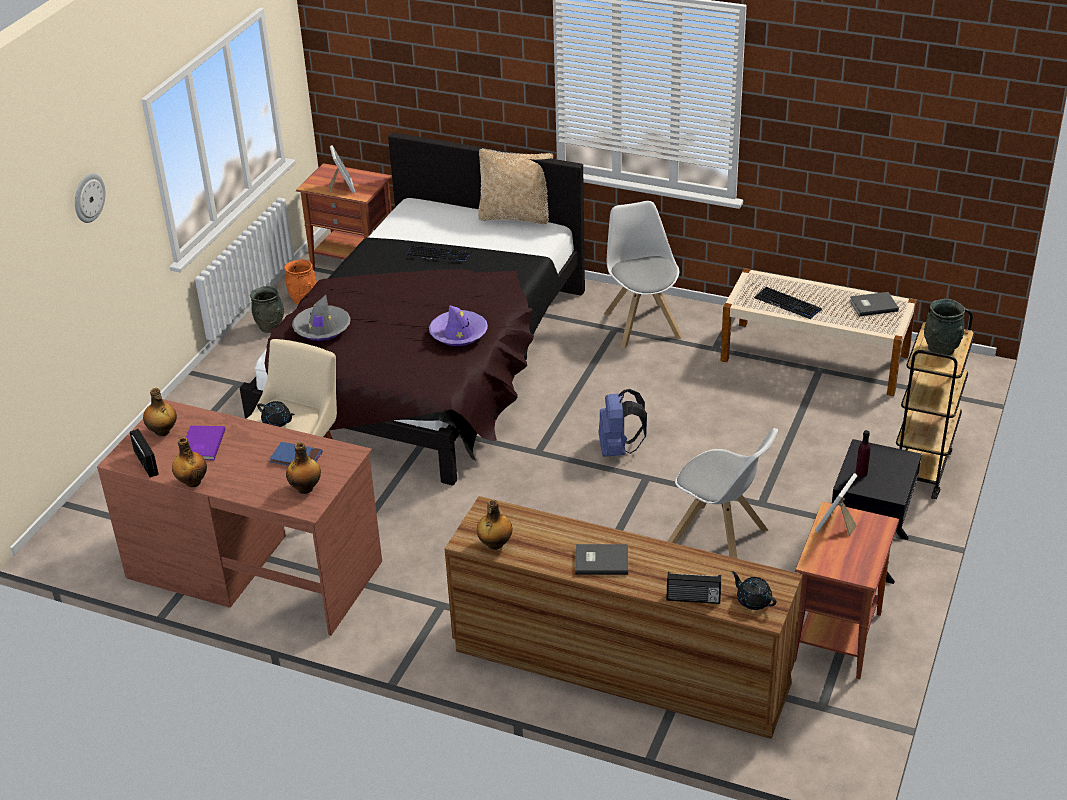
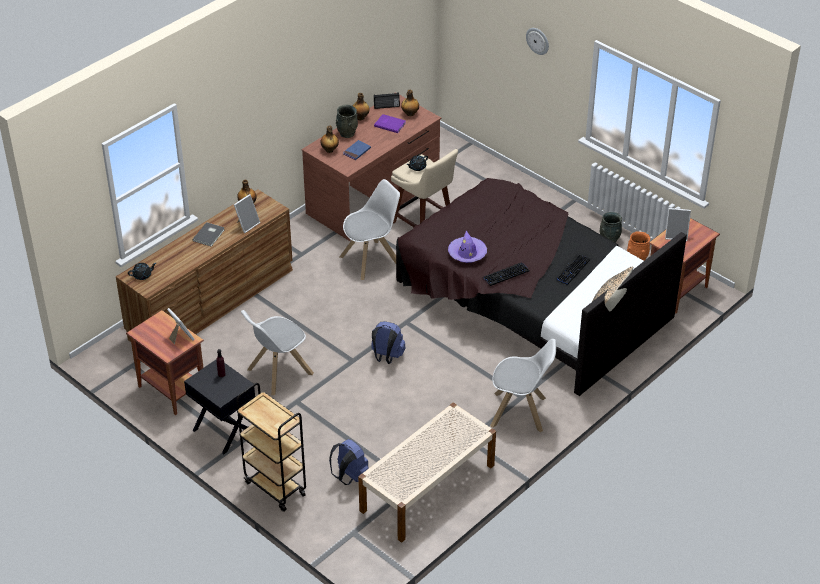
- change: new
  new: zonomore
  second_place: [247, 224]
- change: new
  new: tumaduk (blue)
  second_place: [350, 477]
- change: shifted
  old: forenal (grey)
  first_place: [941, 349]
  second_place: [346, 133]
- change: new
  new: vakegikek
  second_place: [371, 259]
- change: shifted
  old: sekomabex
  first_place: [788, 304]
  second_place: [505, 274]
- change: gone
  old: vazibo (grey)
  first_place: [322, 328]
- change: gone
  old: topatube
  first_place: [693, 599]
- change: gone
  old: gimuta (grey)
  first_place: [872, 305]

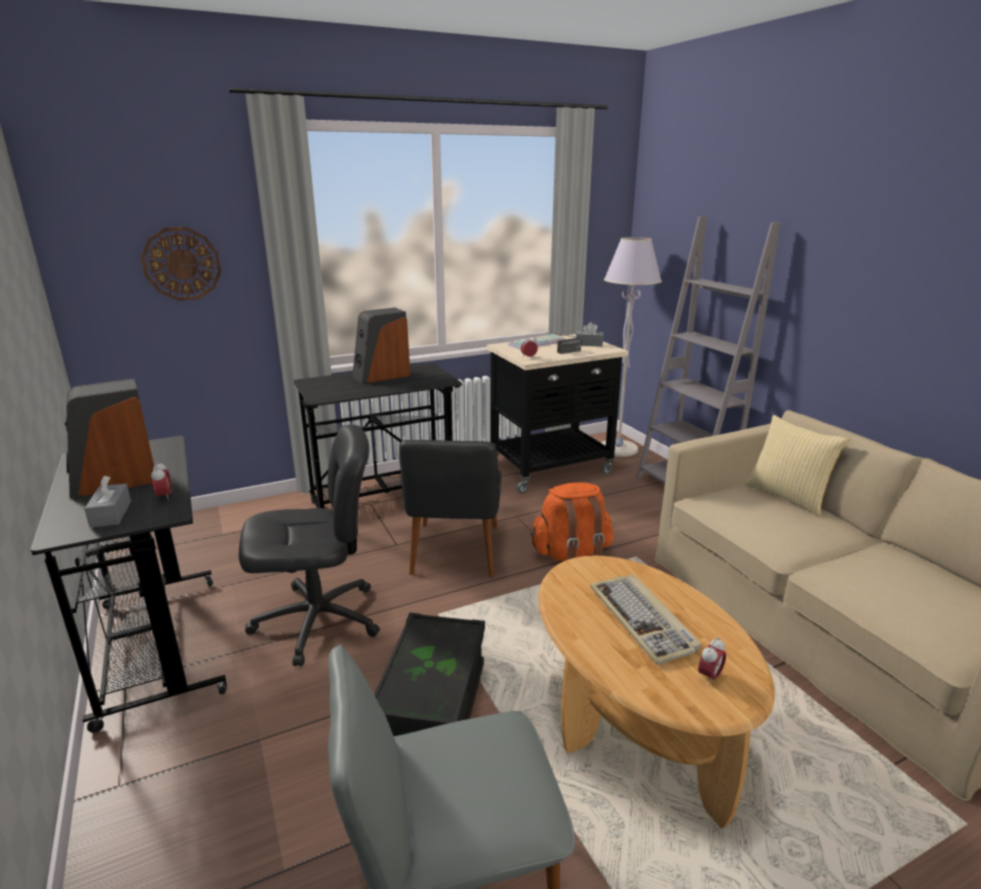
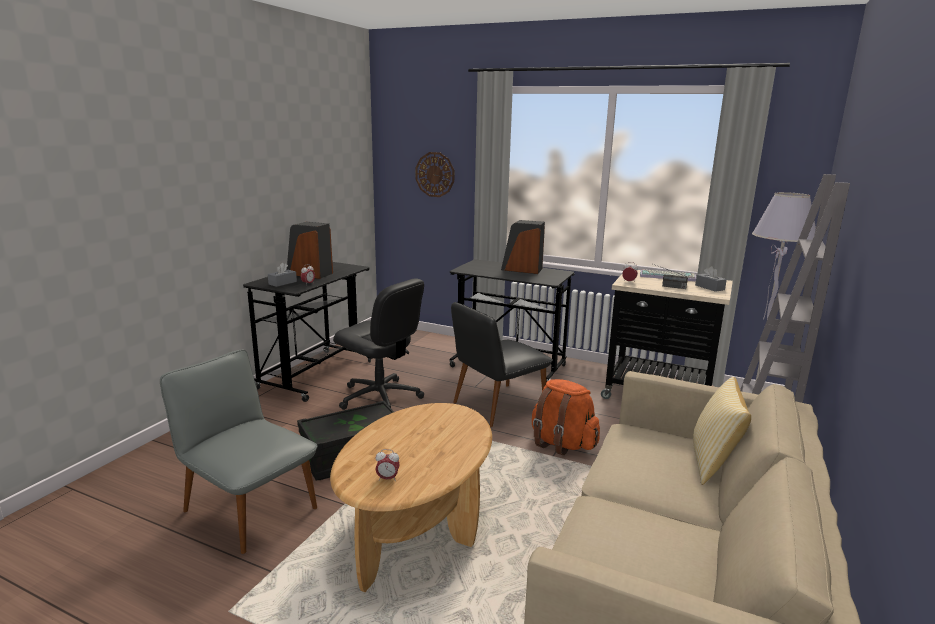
- change: gone
  old: sekomabex
  first_place: [643, 620]

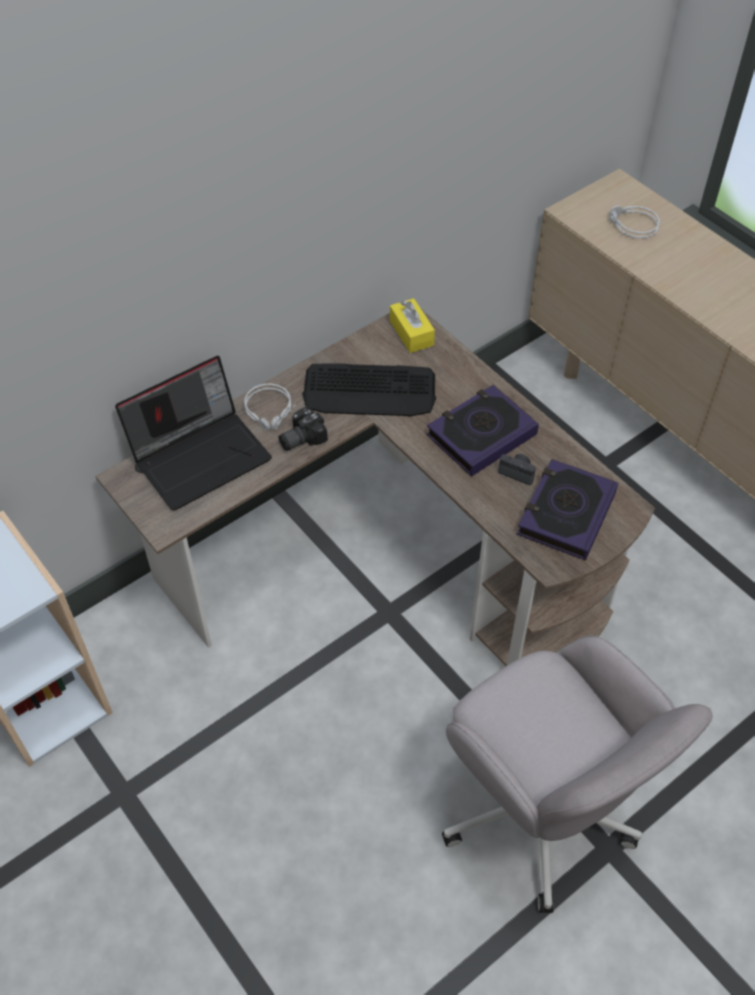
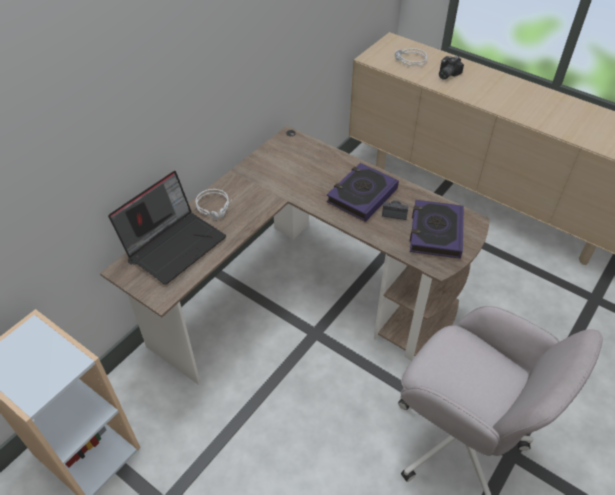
- change: shifted
  old: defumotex
  first_place: [300, 438]
  second_place: [446, 74]
- change: gone
  old: sekomabex
  first_place: [370, 391]
- change: gone
  old: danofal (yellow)
  first_place: [411, 333]

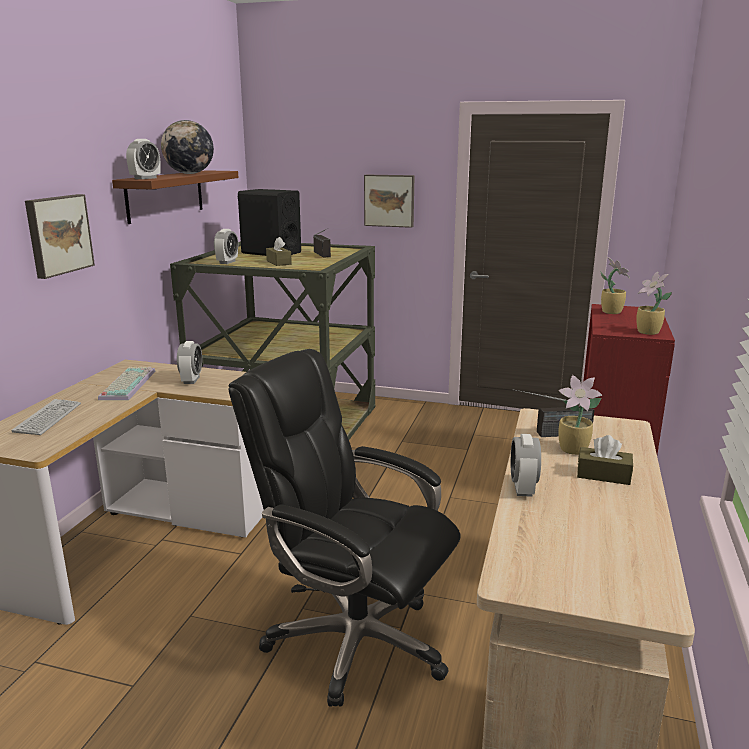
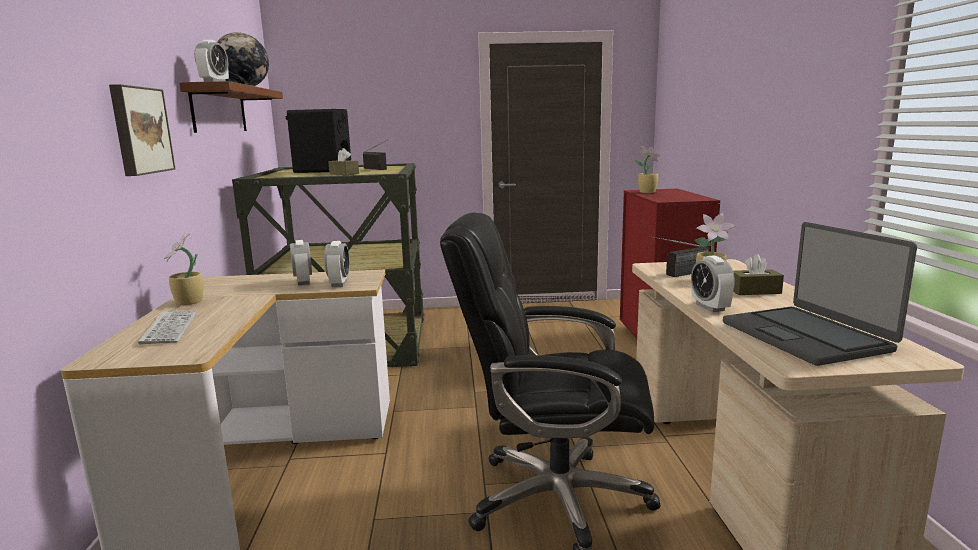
- change: shifted
  old: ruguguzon
  first_place: [648, 332]
  second_place: [189, 302]
- change: shifted
  old: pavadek
  first_place: [227, 262]
  second_place: [339, 283]
- change: new
  new: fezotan
  second_place: [805, 336]
- change: gone
  old: sekomabex
  first_place: [127, 384]
- change: gone
  old: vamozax
  first_place: [389, 200]

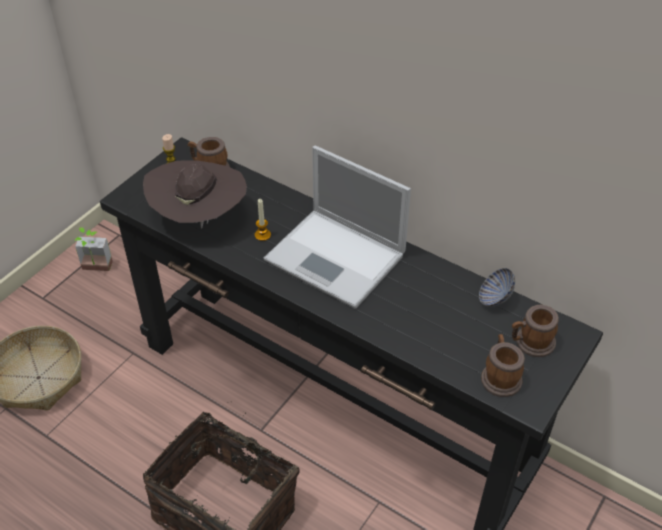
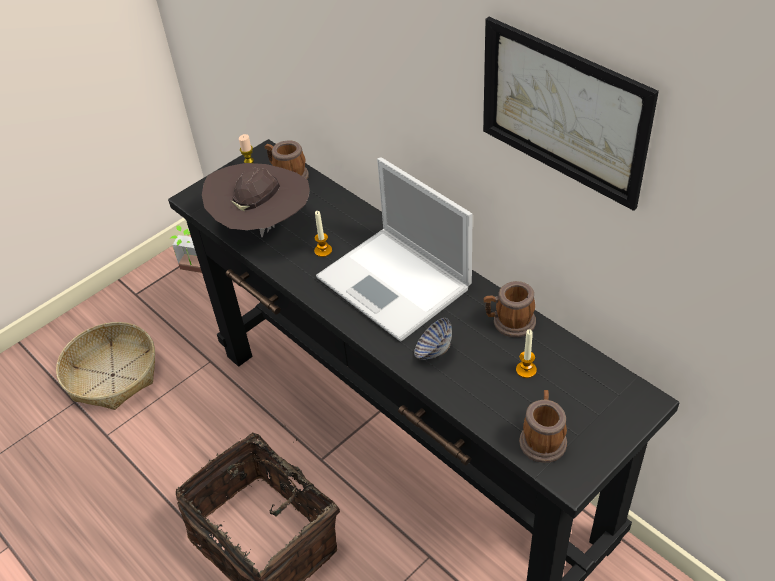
- change: shifted
  old: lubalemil
  first_place: [494, 298]
  second_place: [433, 351]
- change: new
  new: vamozax
  second_place: [563, 111]
- change: shifted
  old: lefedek
  first_place: [530, 343]
  second_place: [509, 322]
- change: new
  new: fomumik
  second_place: [526, 370]

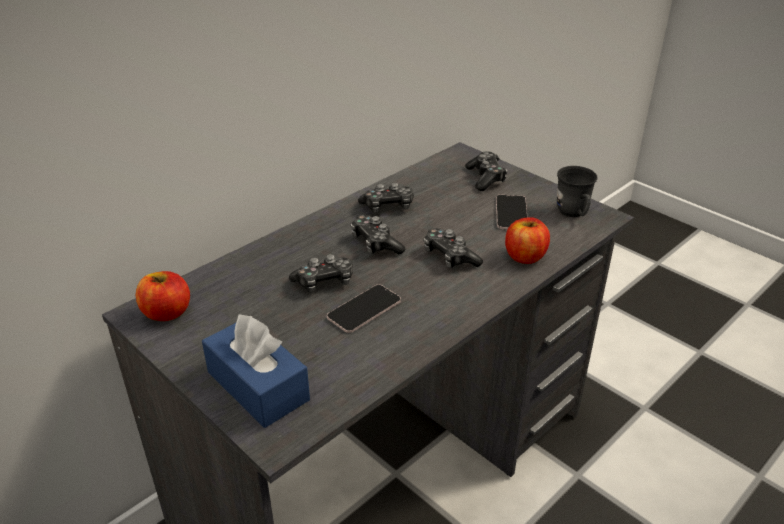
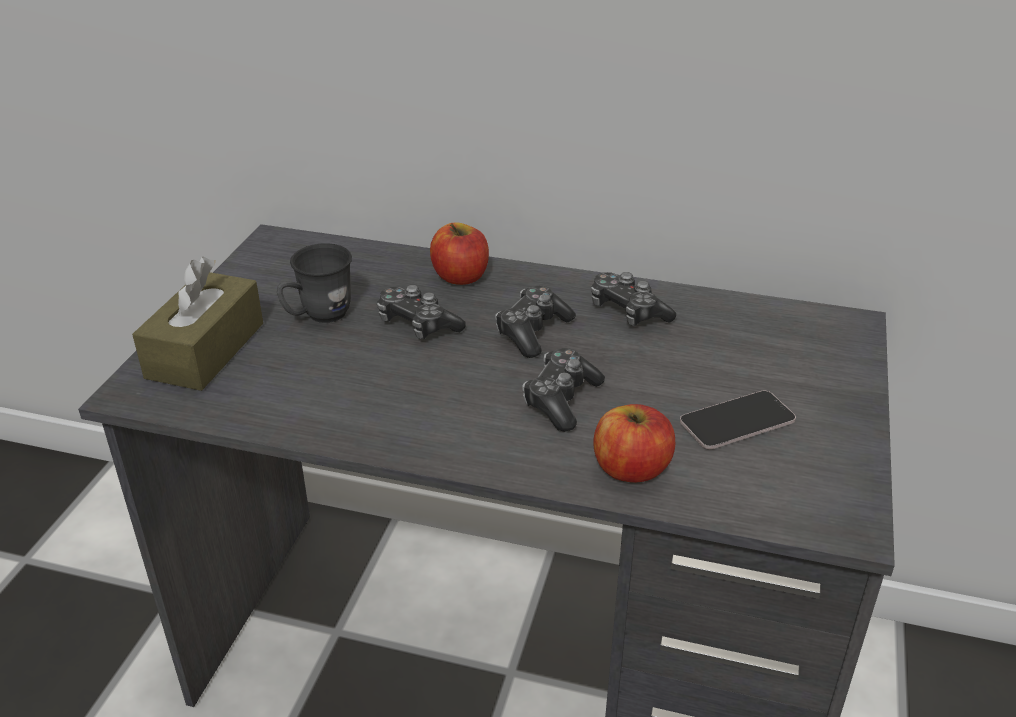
- change: repainted
  old: danofal (blue)
  new: danofal (brown)
  first_place: [258, 386]
  second_place: [205, 350]
- change: shifted
  old: lefedek (grey)
  first_place: [574, 214]
  second_place: [318, 316]
- change: shifted
  old: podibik
  first_place: [167, 313]
  second_place: [460, 277]
- change: gone
  old: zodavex
  first_place: [364, 309]
- change: gone
  old: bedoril
  first_place: [486, 178]

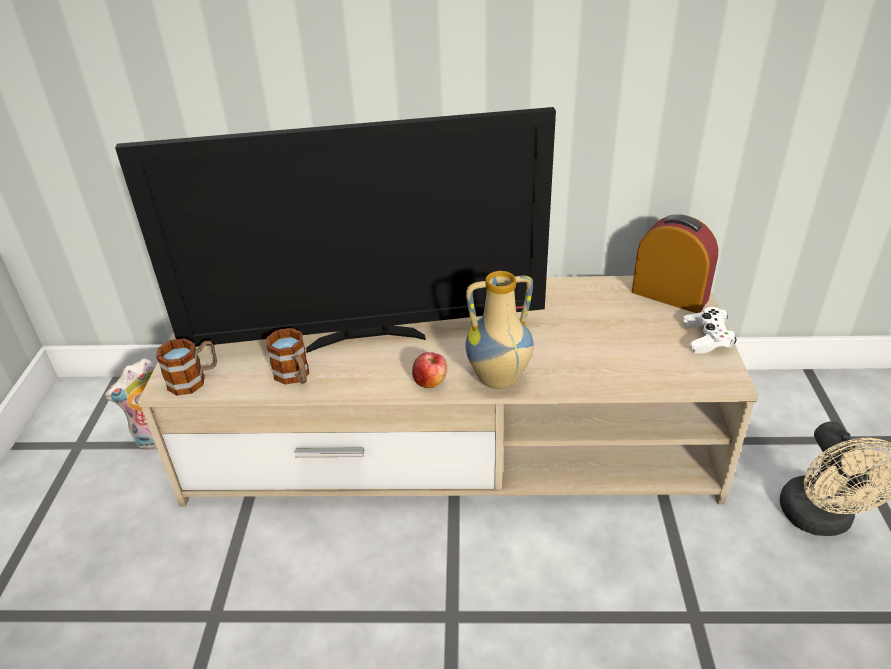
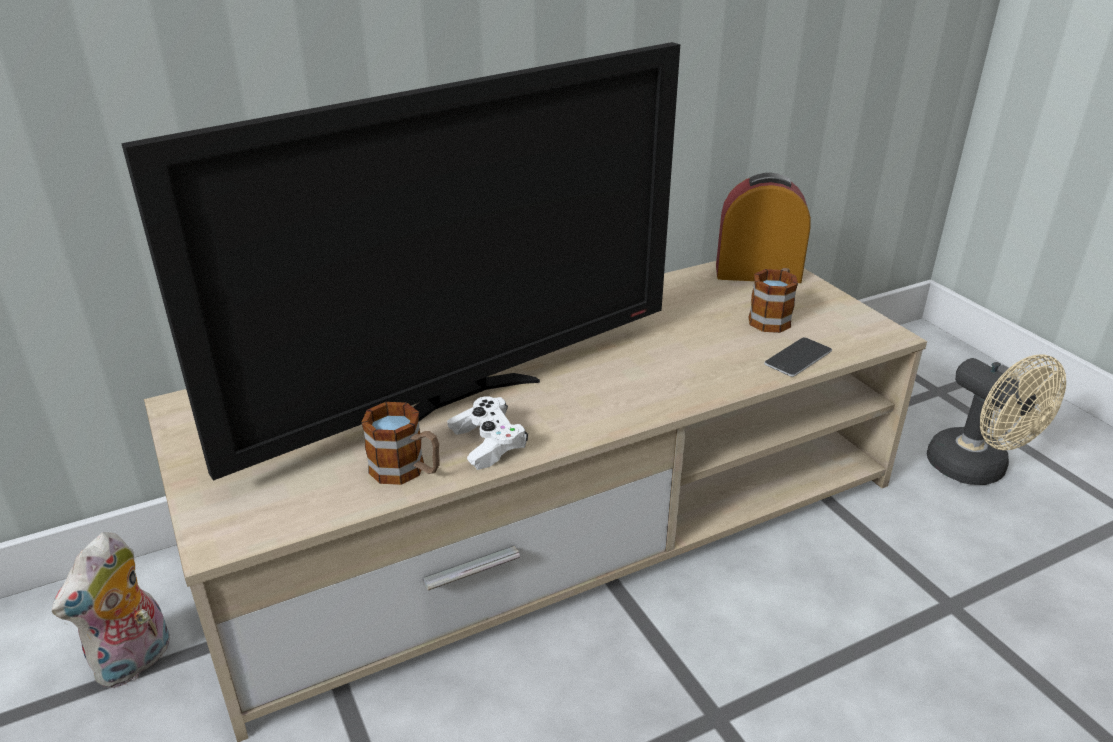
- change: shifted
  old: bedoril (white)
  first_place: [707, 338]
  second_place: [488, 444]
- change: shifted
  old: lefedek
  first_place: [194, 379]
  second_place: [772, 317]
- change: new
  new: zodavex
  second_place: [798, 357]
- change: gone
  old: podibik
  first_place: [430, 381]
- change: gone
  old: forenal
  first_place: [499, 380]

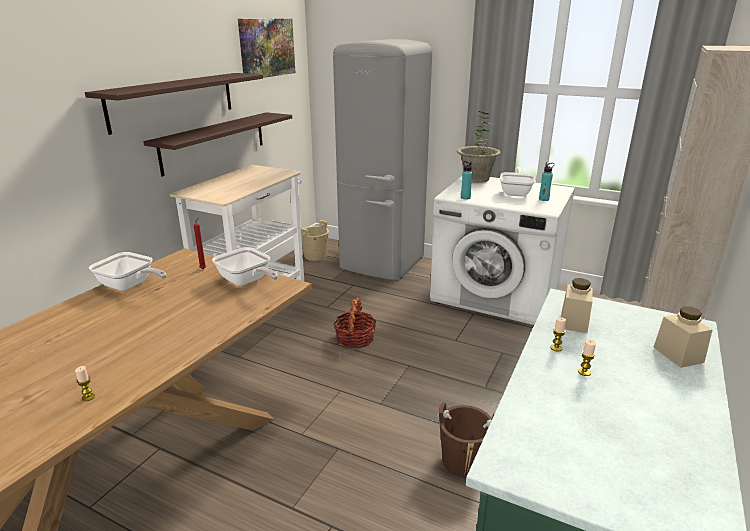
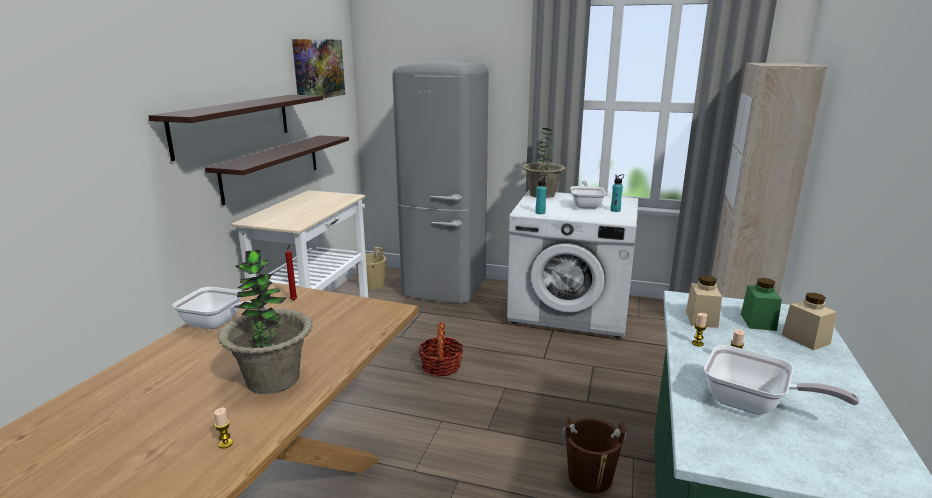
- change: new
  new: ruguguzon
  second_place: [273, 379]
- change: shifted
  old: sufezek
  first_place: [246, 281]
  second_place: [753, 404]
- change: new
  new: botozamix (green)
  second_place: [758, 322]

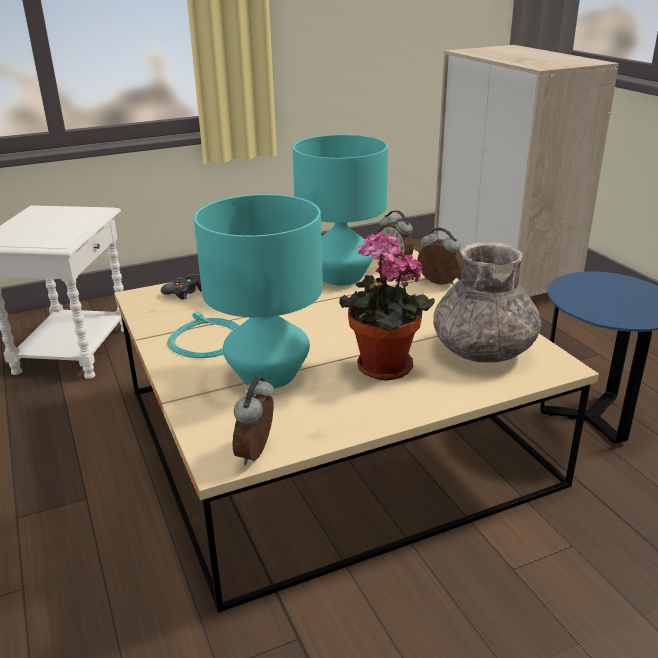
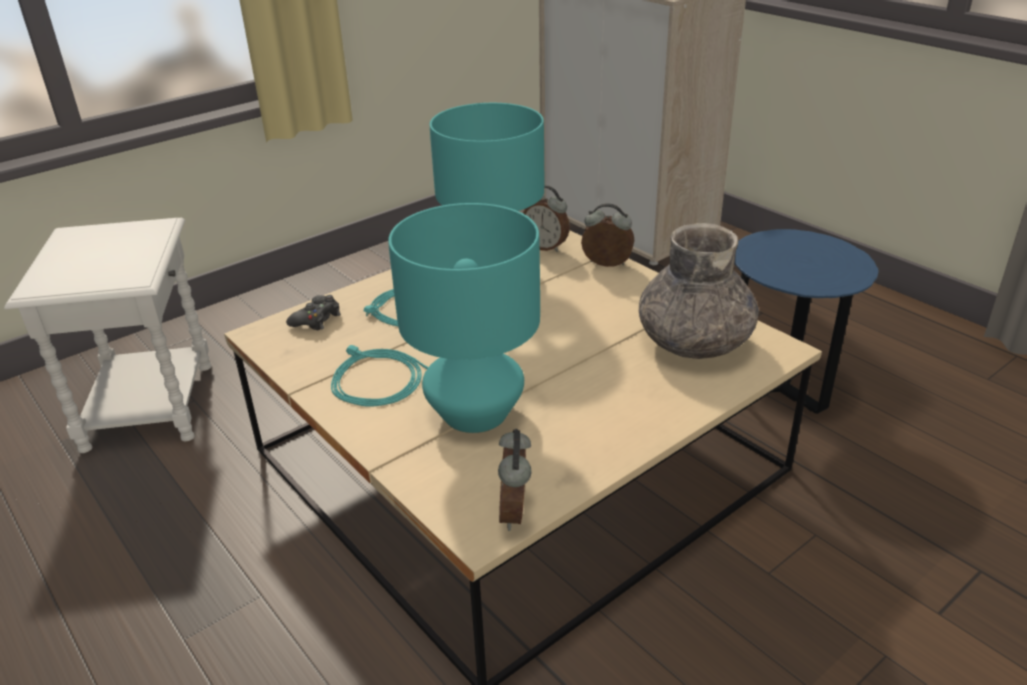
- change: gone
  old: ruguguzon
  first_place: [381, 369]

